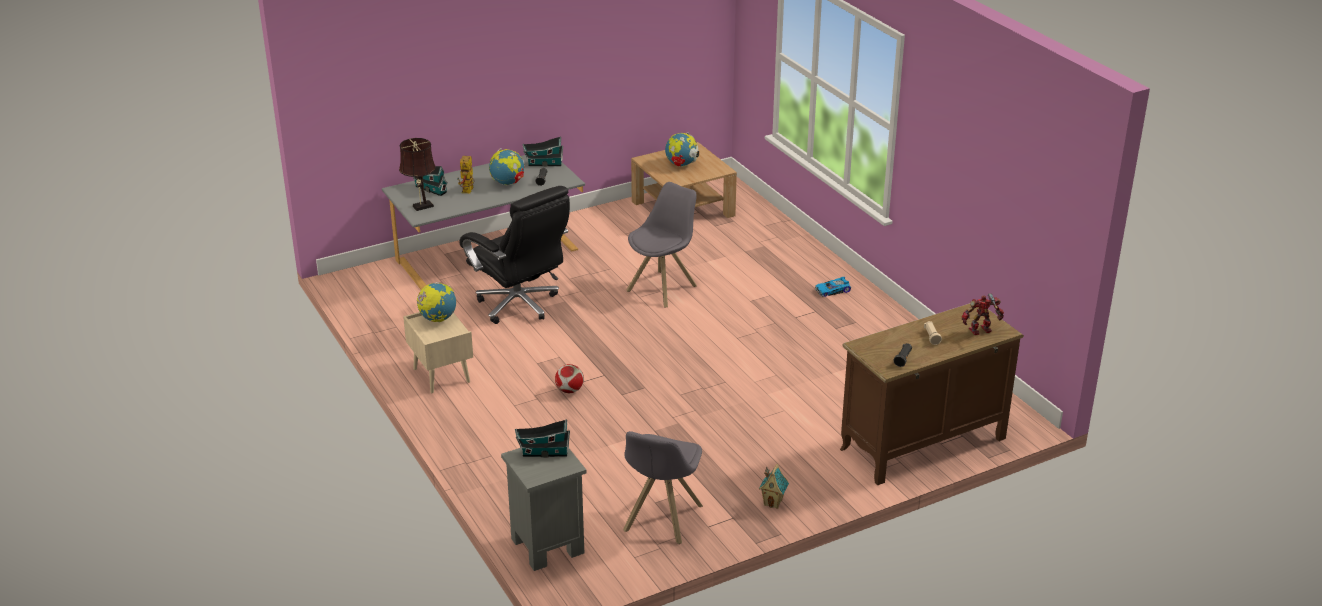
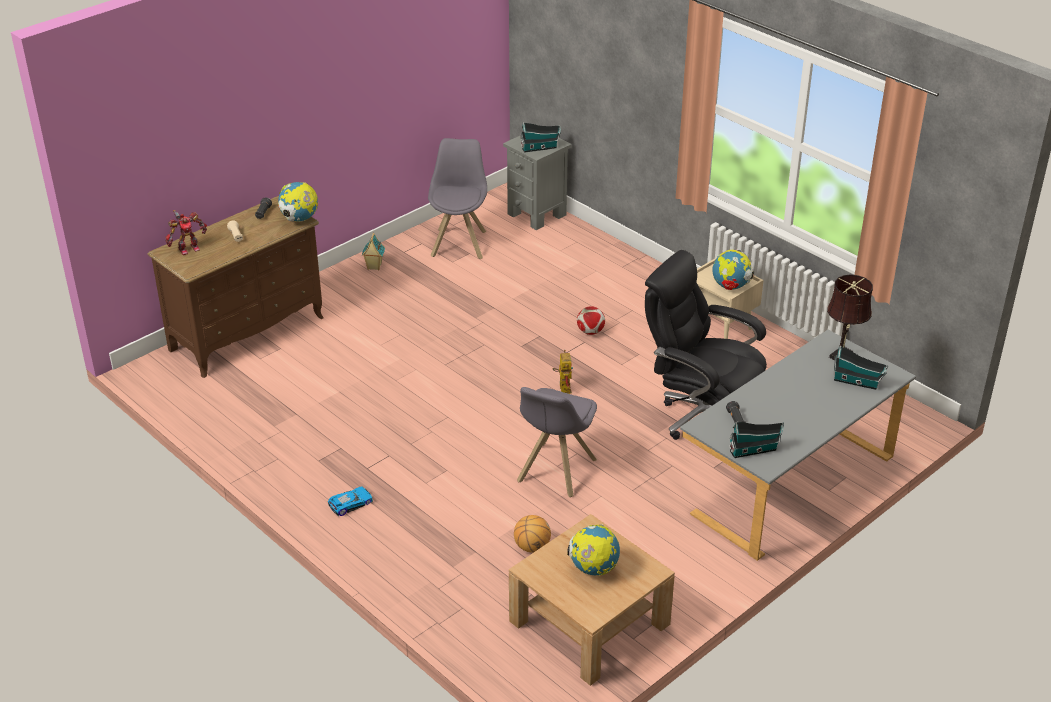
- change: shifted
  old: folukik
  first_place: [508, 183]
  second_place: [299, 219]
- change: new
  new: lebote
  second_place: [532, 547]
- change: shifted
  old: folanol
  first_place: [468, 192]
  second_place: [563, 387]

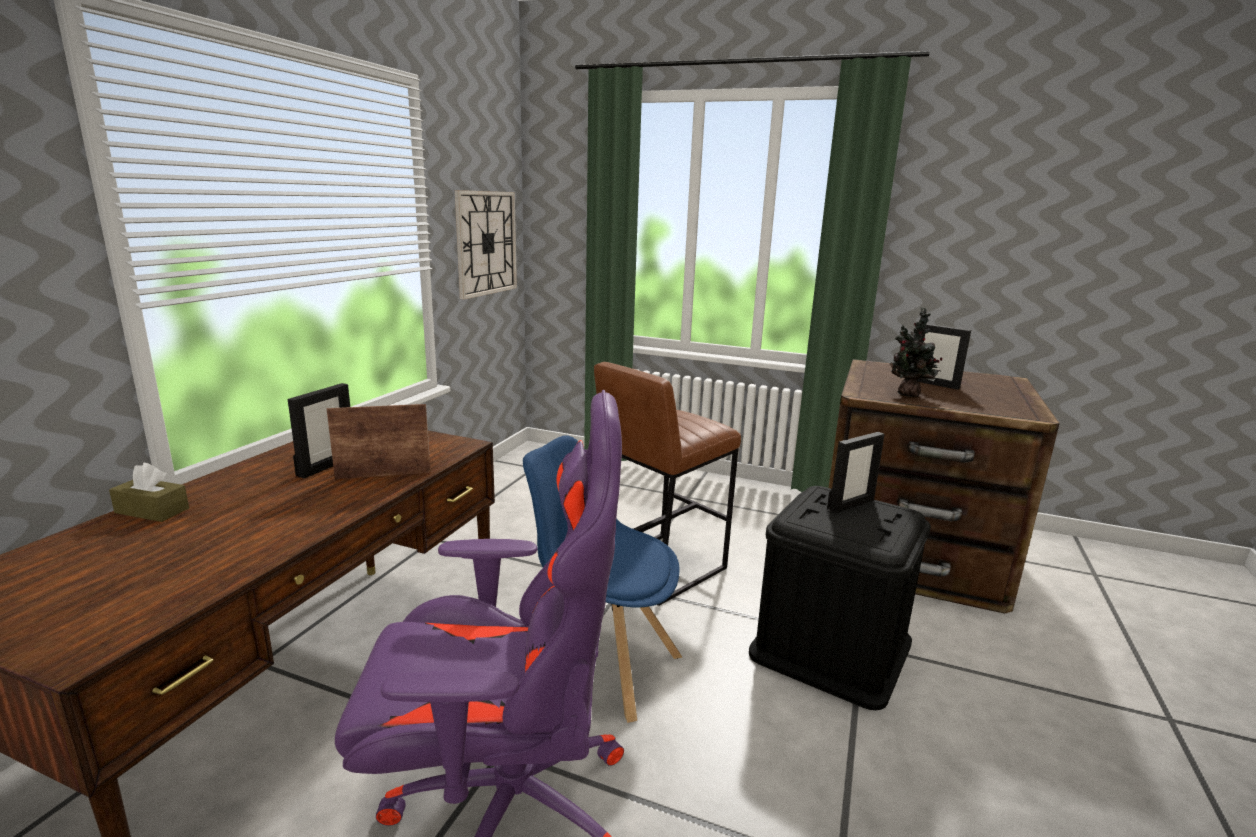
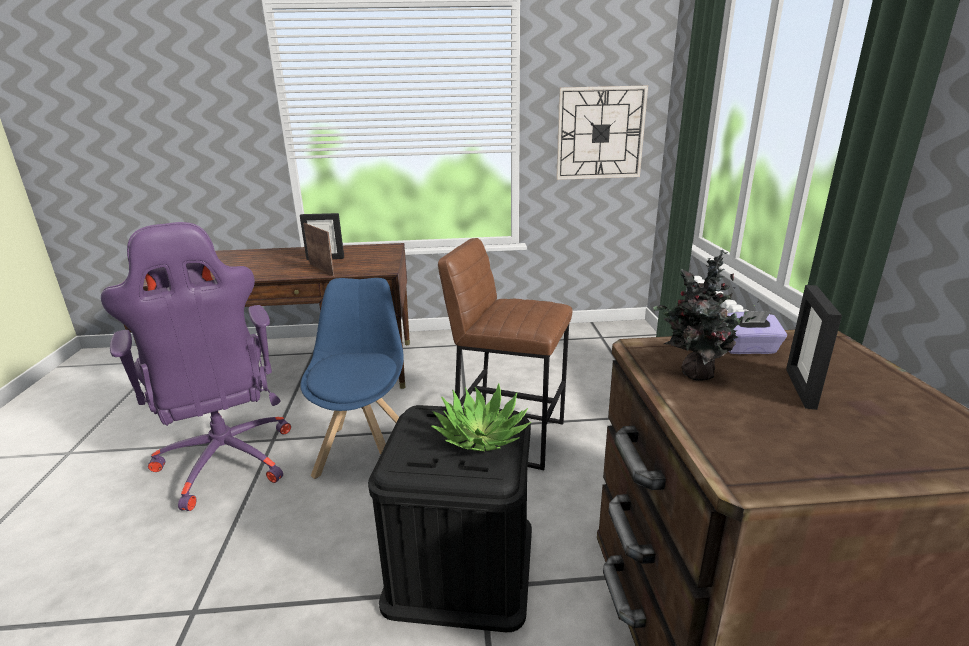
- change: swapped
  old: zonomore
  new: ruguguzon
  first_place: [850, 504]
  second_place: [481, 436]
- change: new
  new: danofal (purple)
  second_place: [747, 349]
- change: gone
  old: danofal (brown)
  first_place: [152, 510]

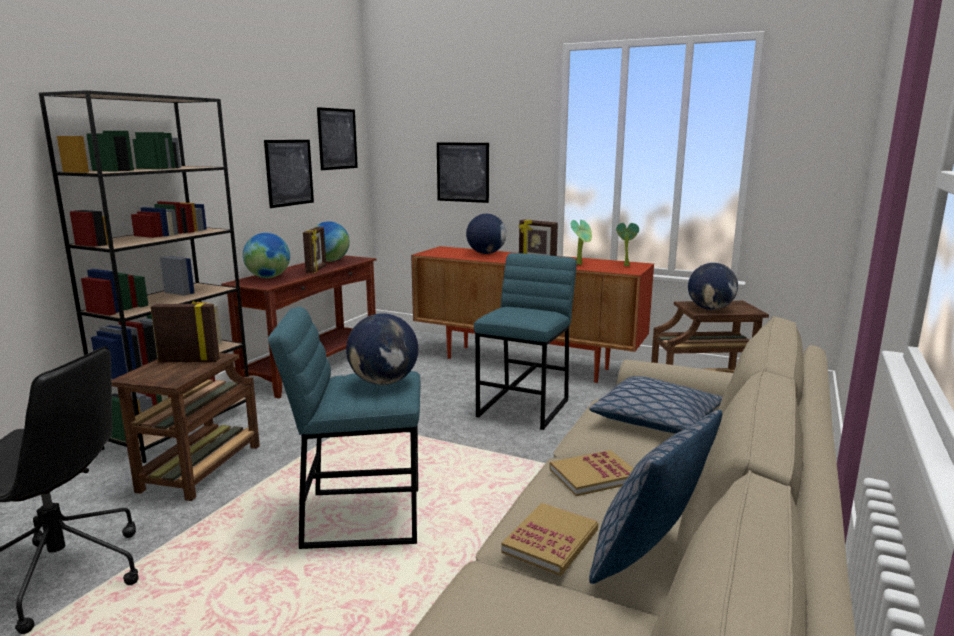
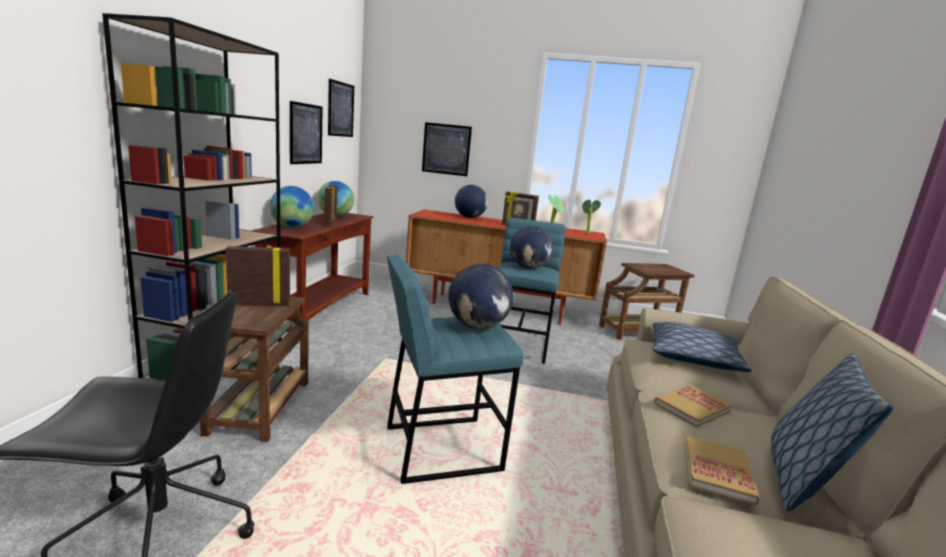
- change: shifted
  old: folukik
  first_place: [710, 309]
  second_place: [528, 267]

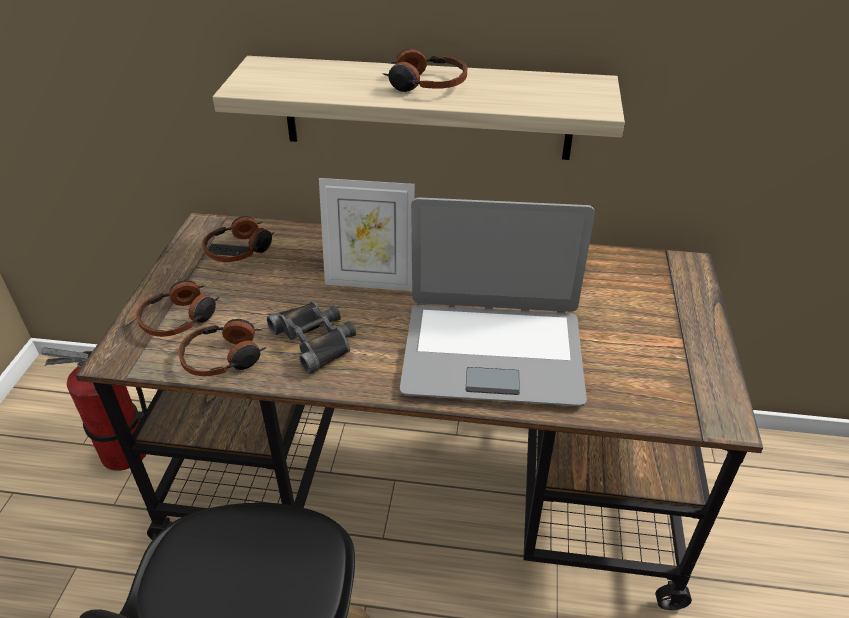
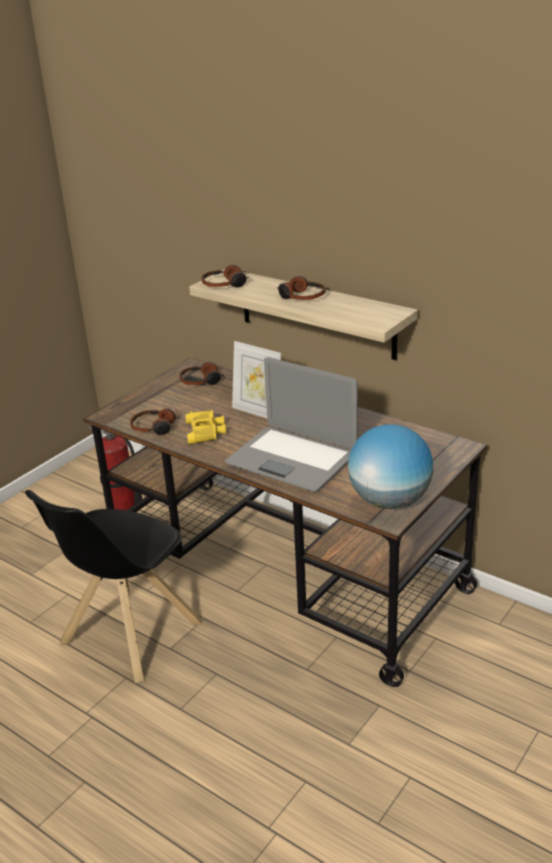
- change: repainted
  old: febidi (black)
  new: febidi (yellow)
  first_place: [316, 340]
  second_place: [205, 431]
- change: shifted
  old: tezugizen
  first_place: [180, 318]
  second_place: [225, 284]
- change: new
  new: folukik
  second_place: [389, 501]

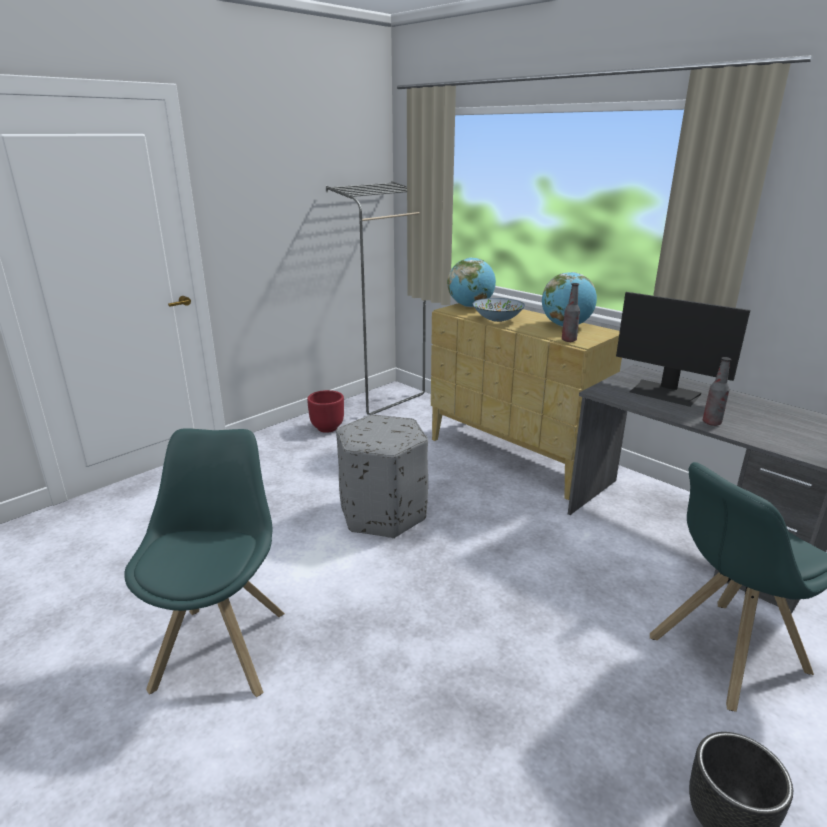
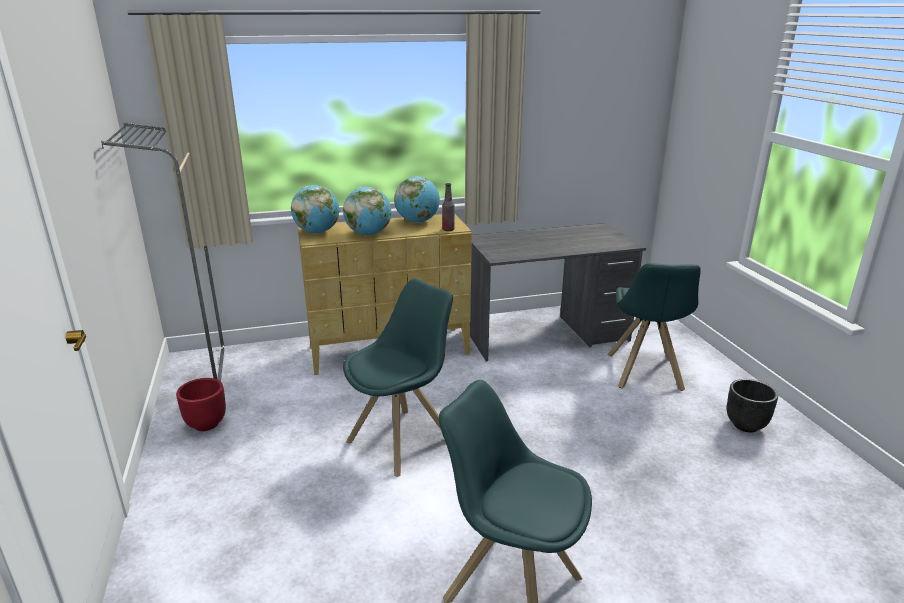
- change: swapped
  old: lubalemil
  new: folukik
  first_place: [498, 319]
  second_place: [368, 234]
- change: swapped
  old: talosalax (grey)
  new: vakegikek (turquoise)
  first_place: [383, 514]
  second_place: [402, 440]
- change: gone
  old: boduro
  first_place: [665, 393]
- change: gone
  old: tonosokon
  first_place: [711, 423]

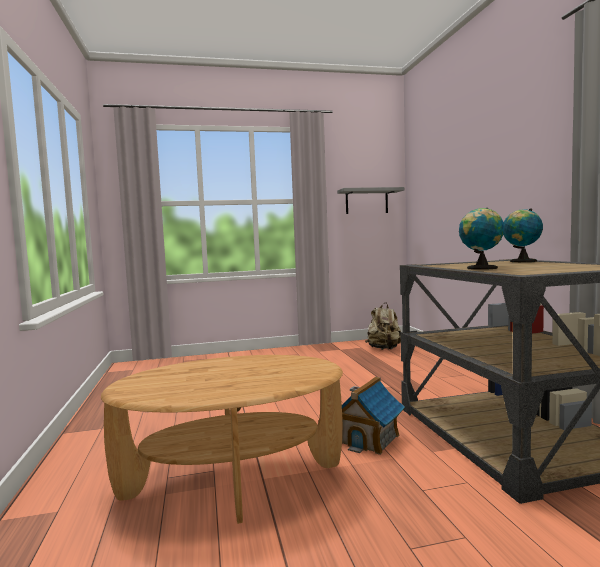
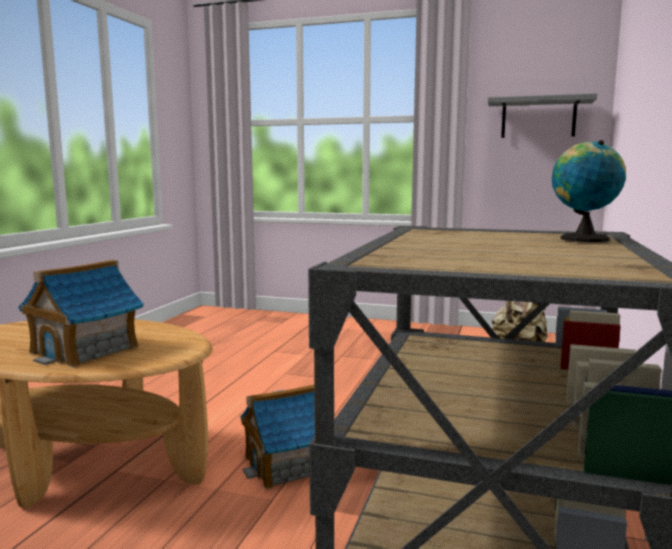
- change: new
  new: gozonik
  second_place: [85, 350]
- change: gone
  old: folukik
  first_place: [481, 268]

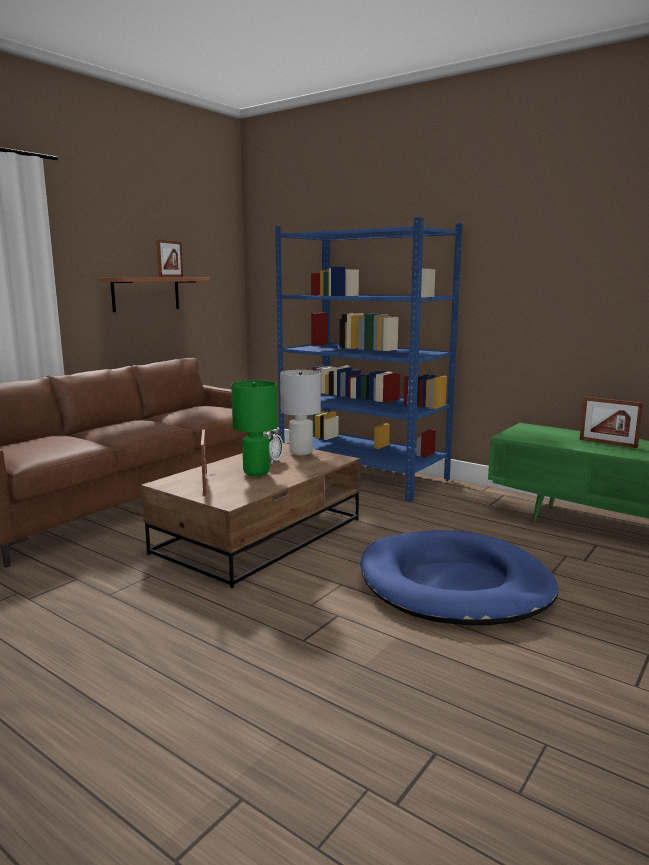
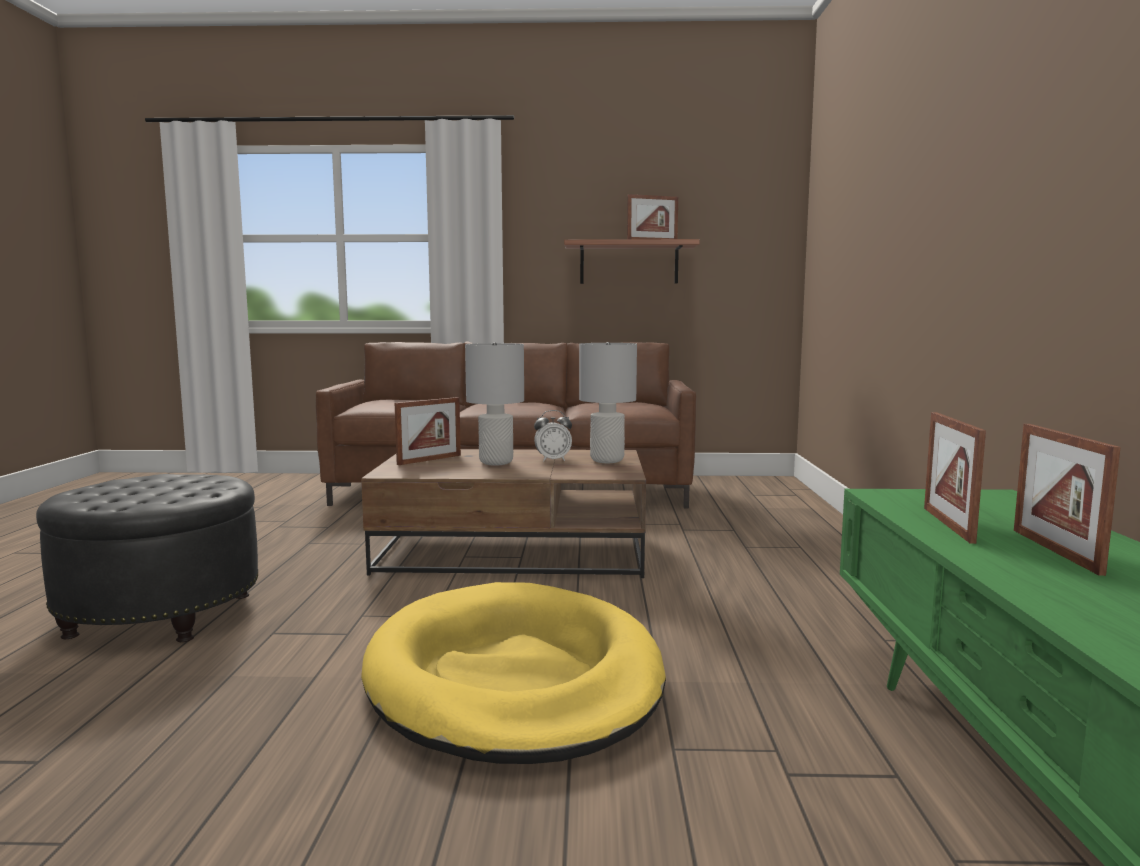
- change: new
  new: talosalax (black)
  second_place: [161, 614]
- change: repainted
  old: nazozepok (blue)
  new: nazozepok (yellow)
  first_place: [455, 585]
  second_place: [514, 679]
- change: repainted
  old: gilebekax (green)
  new: gilebekax (grey)
  first_place: [256, 474]
  second_place: [495, 464]
- change: new
  new: zonomore
  second_place: [947, 524]
- change: gone
  old: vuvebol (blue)
  first_place: [363, 475]

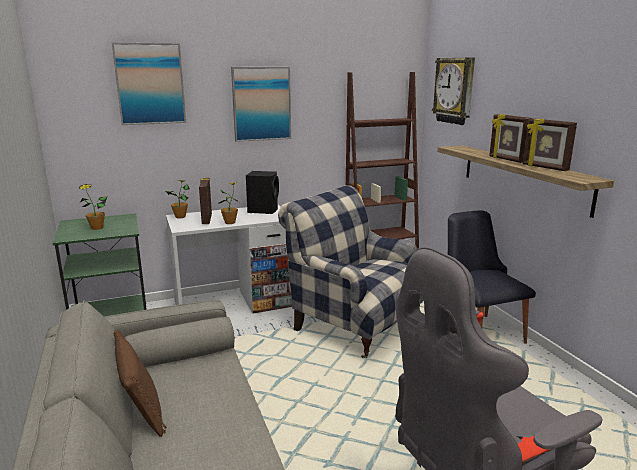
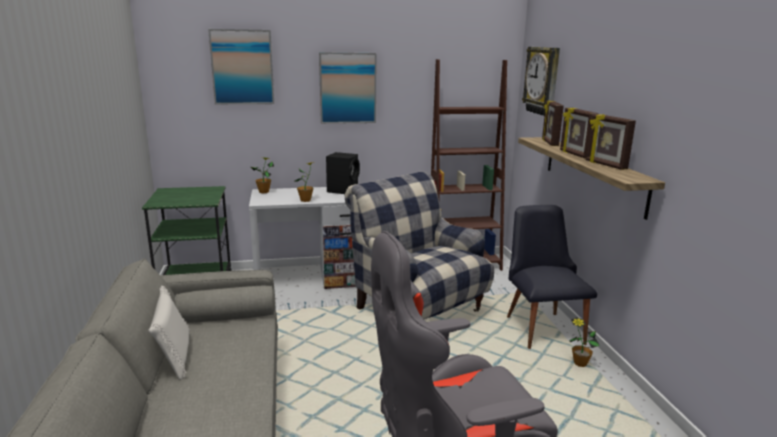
- change: repainted
  old: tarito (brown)
  new: tarito (white)
  first_place: [141, 407]
  second_place: [174, 355]
- change: shifted
  old: zonomore
  first_place: [206, 219]
  second_place: [549, 143]
- change: shifted
  old: ruguguzon
  first_place: [97, 228]
  second_place: [580, 364]

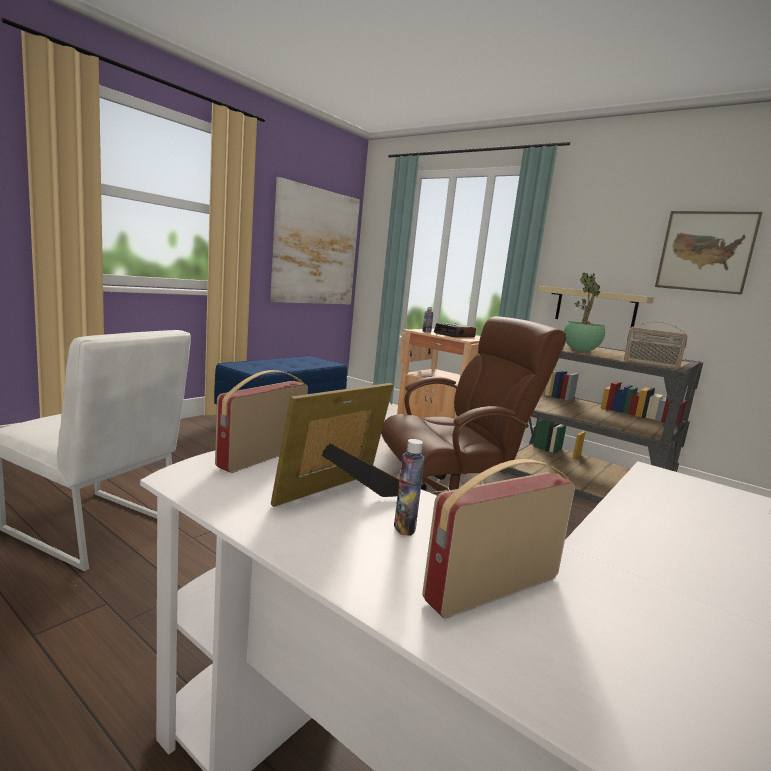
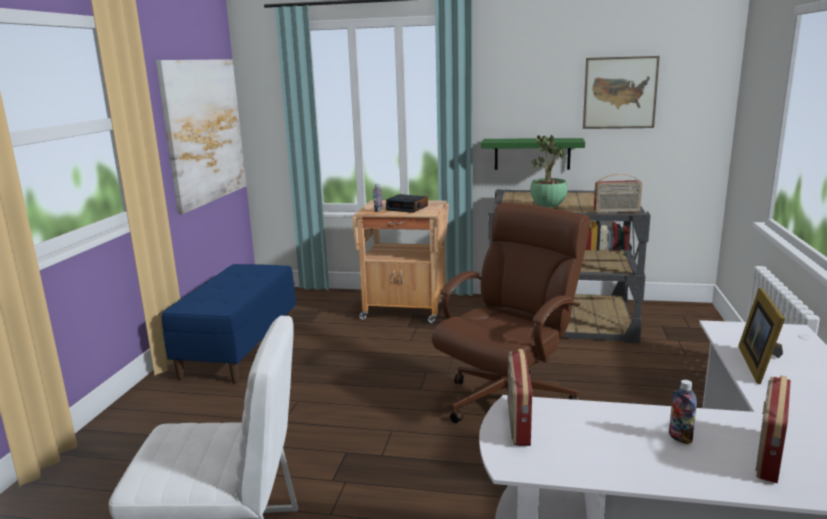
- change: repainted
  old: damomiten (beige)
  new: damomiten (green)
  first_place: [595, 308]
  second_place: [532, 154]
- change: shifted
  old: zonomore
  first_place: [339, 493]
  second_place: [760, 364]

